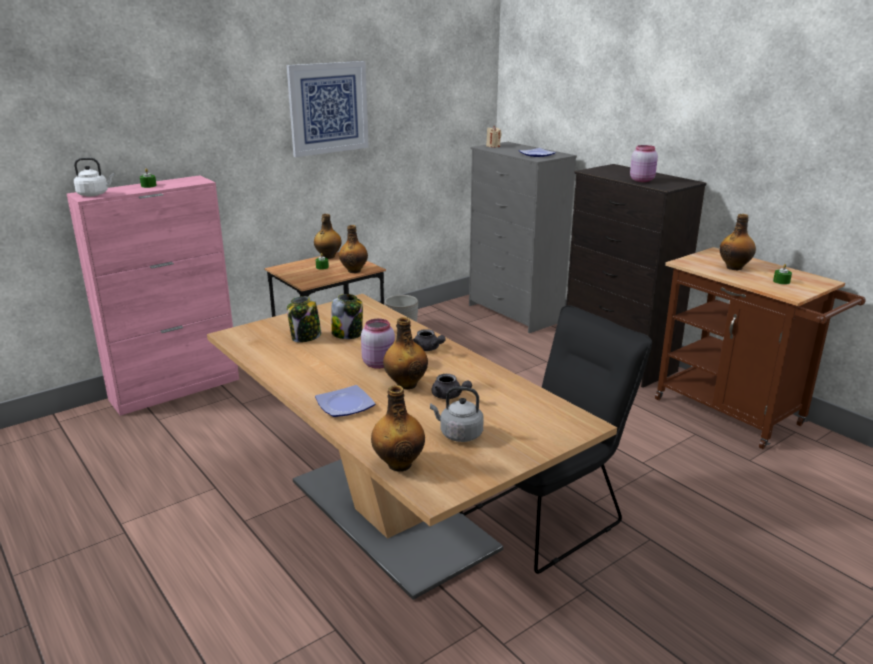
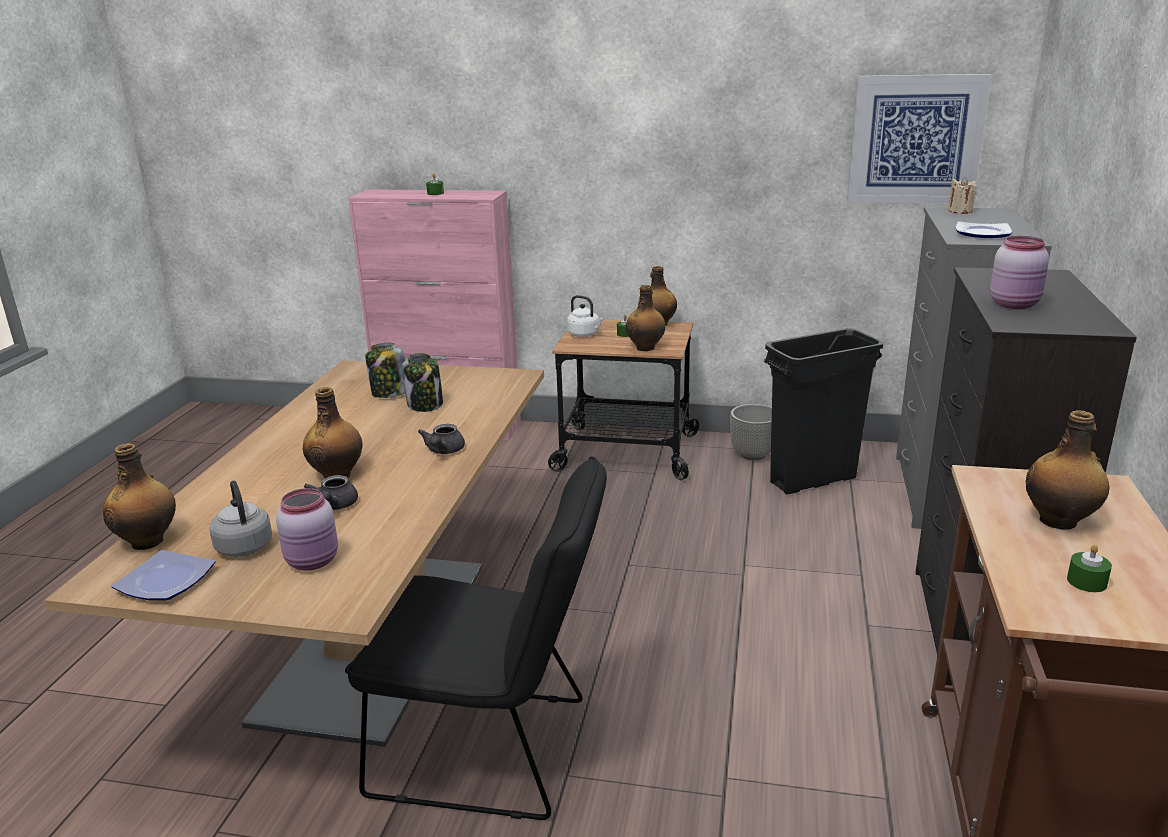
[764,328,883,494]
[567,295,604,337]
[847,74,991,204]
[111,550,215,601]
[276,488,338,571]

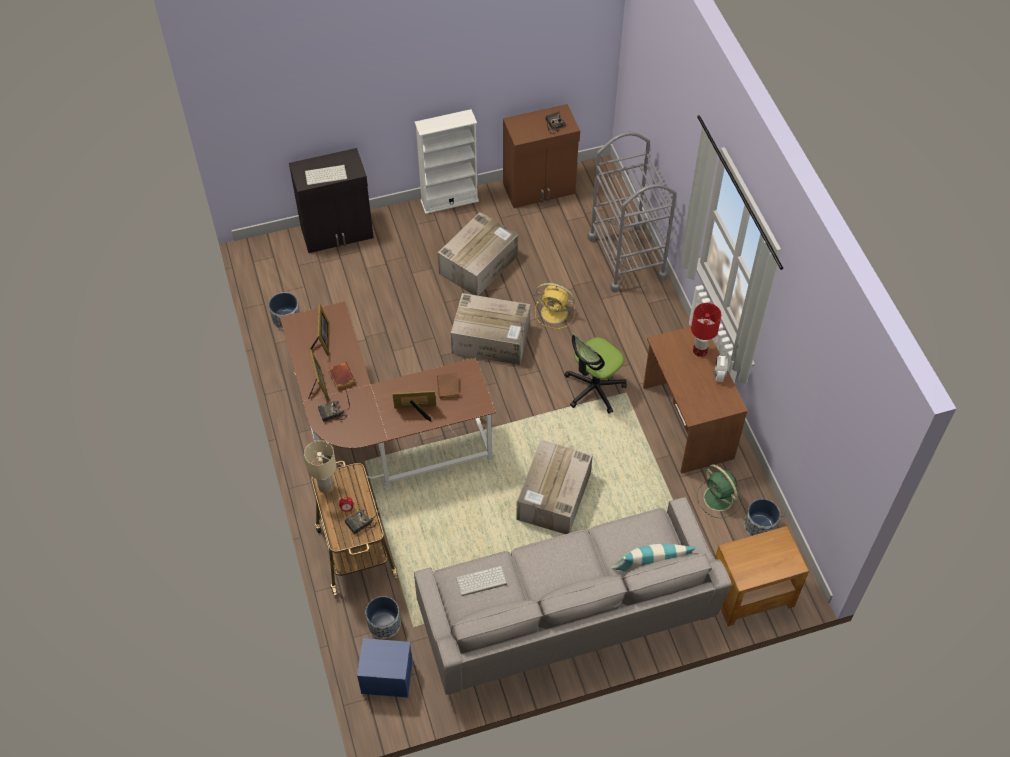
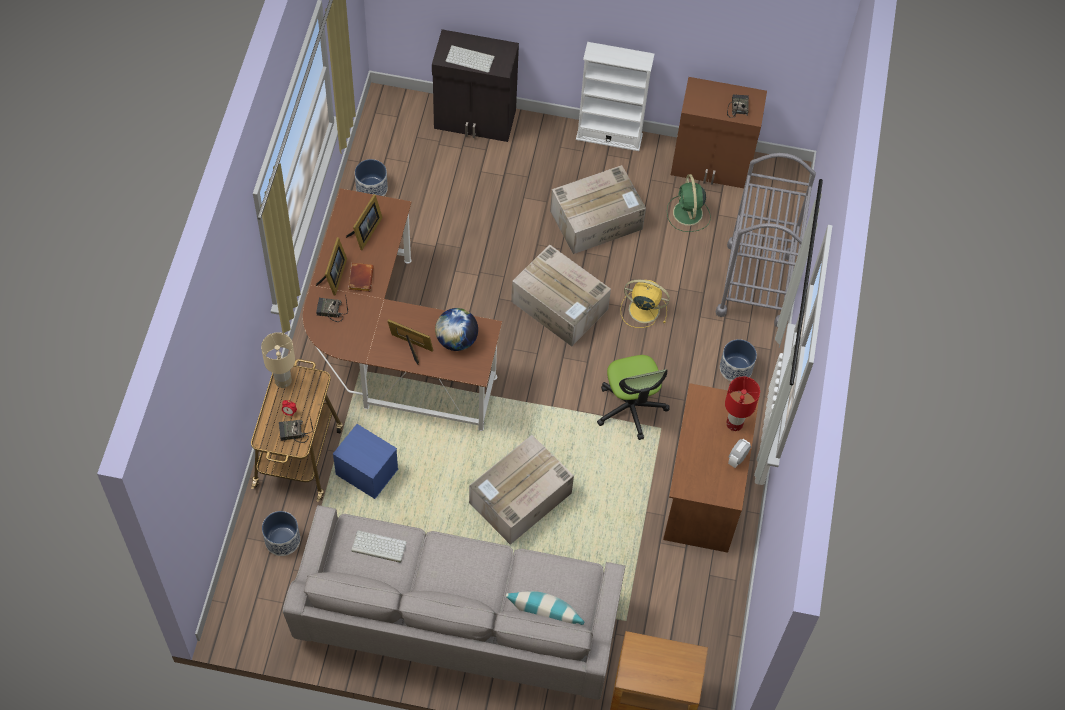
[333,424,398,499]
[667,174,711,232]
[720,339,757,381]
[435,308,478,351]
[620,280,670,328]
[597,355,669,440]

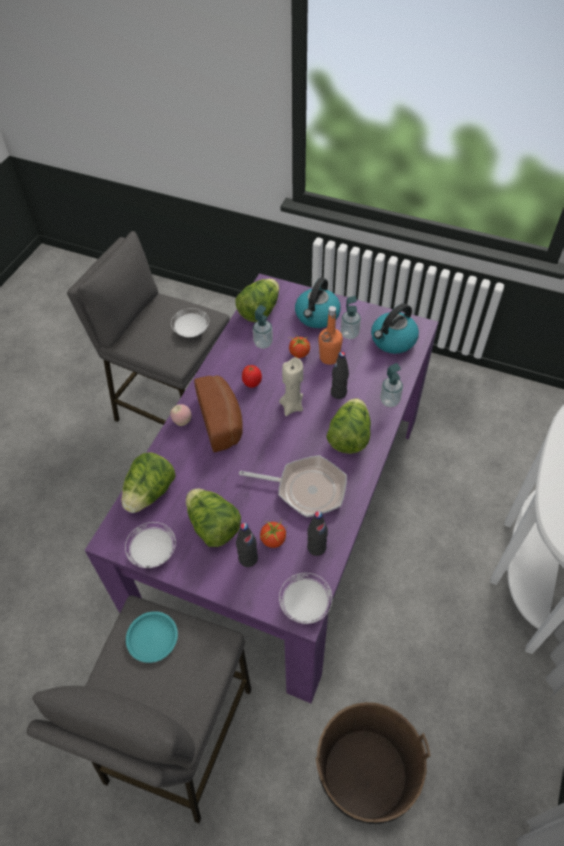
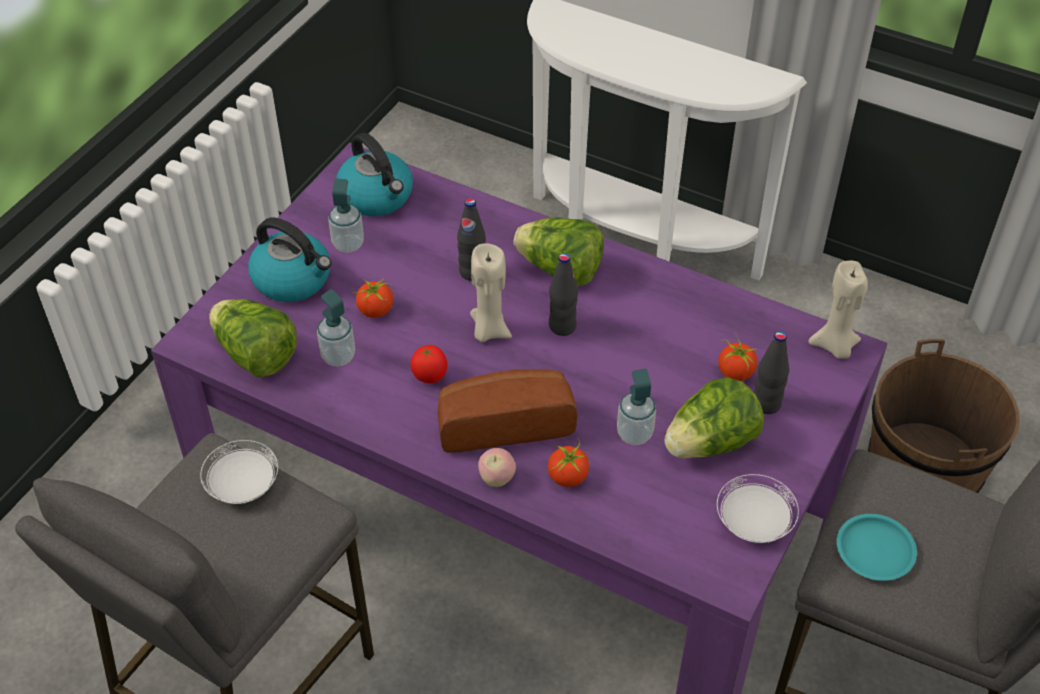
[122,453,176,513] (first image)
[239,455,347,517] (first image)
[318,306,343,365] (first image)
[548,438,592,487]
[549,253,578,336]
[617,368,656,445]
[809,261,868,359]

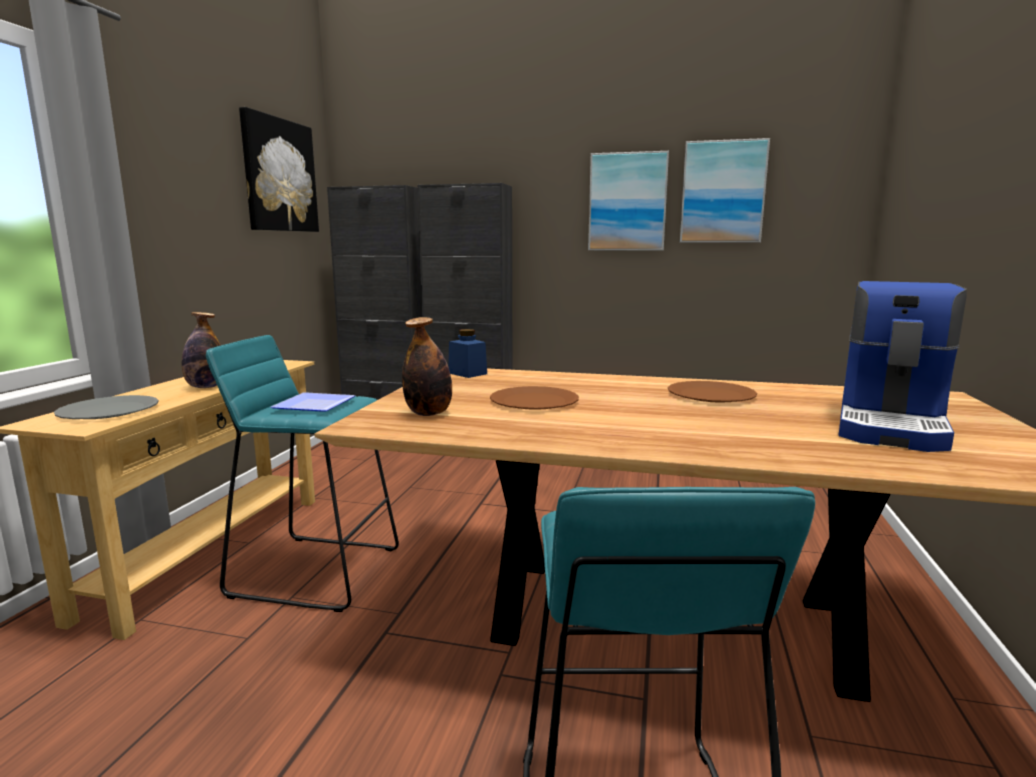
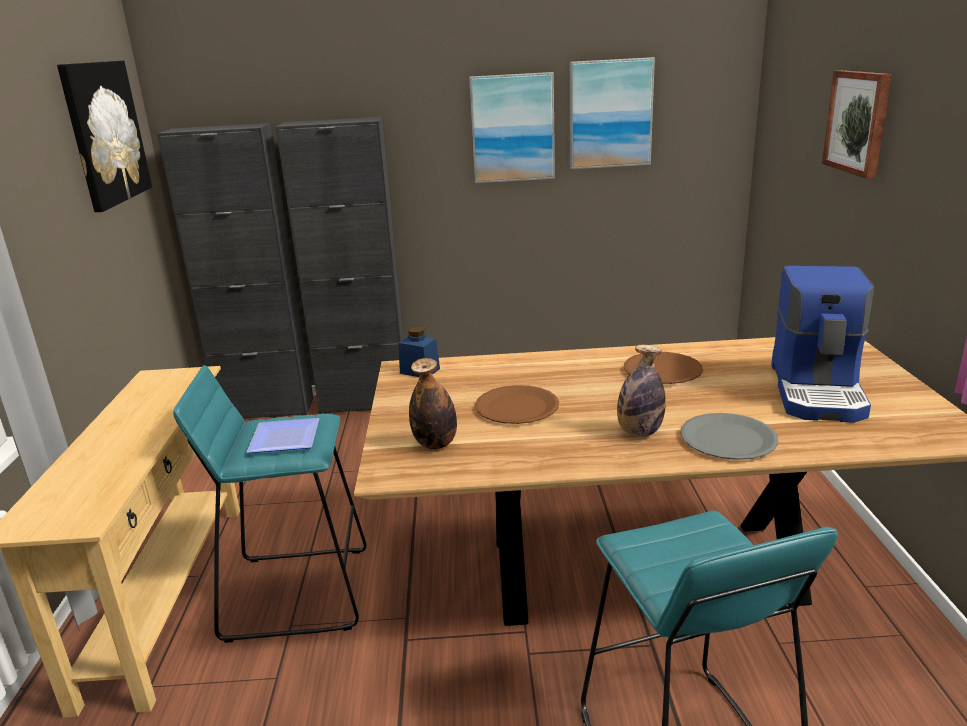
[822,70,892,179]
[680,413,779,460]
[617,345,666,437]

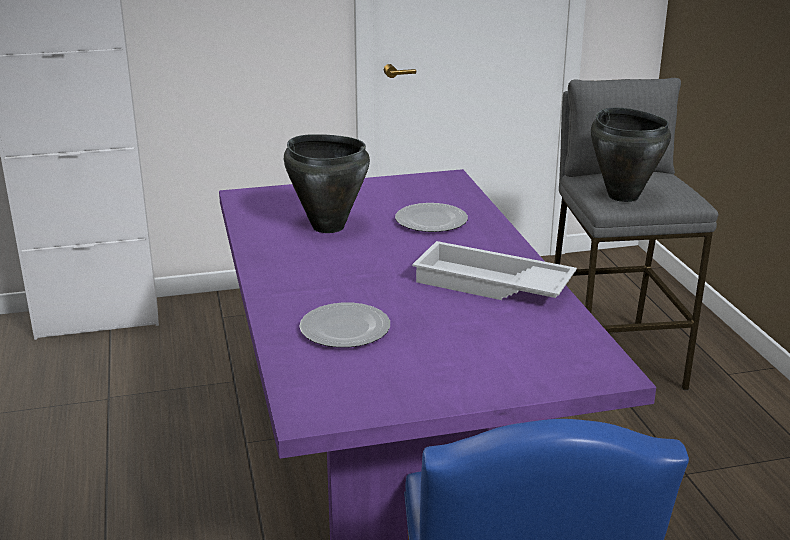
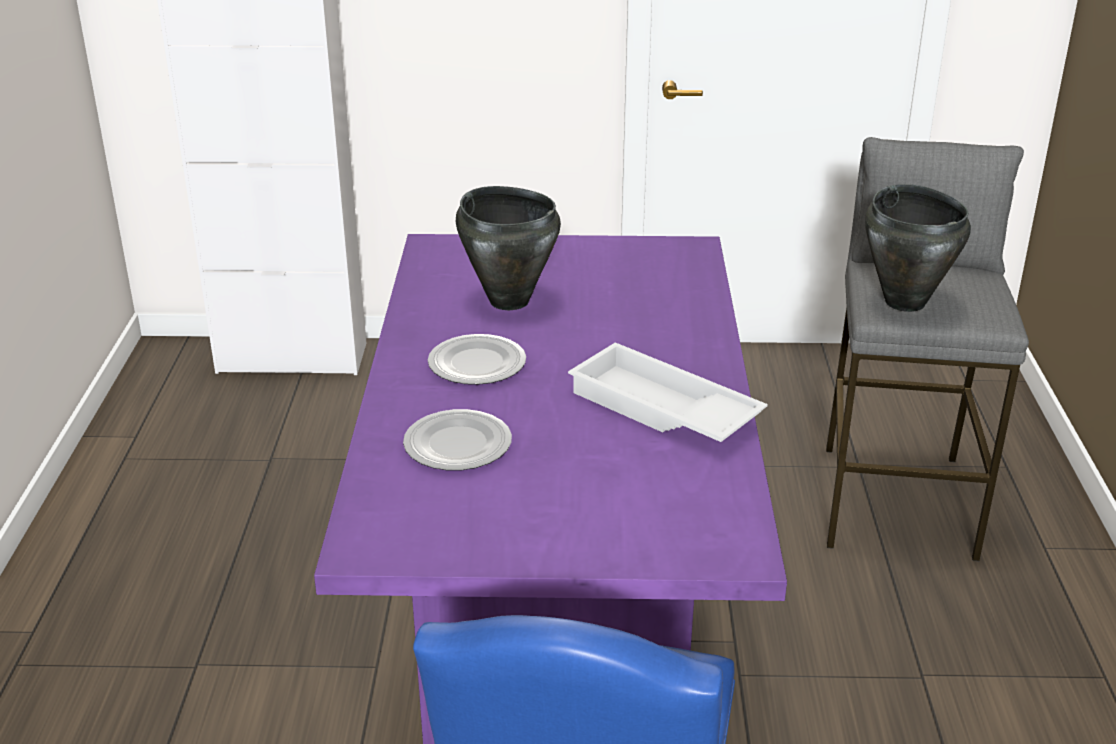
[428,334,526,385]

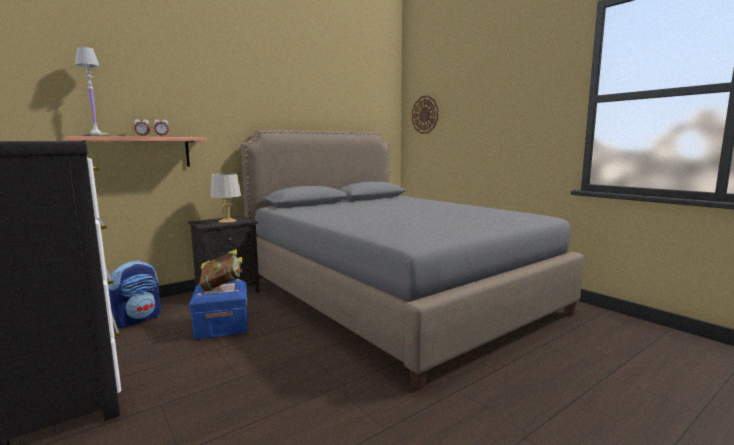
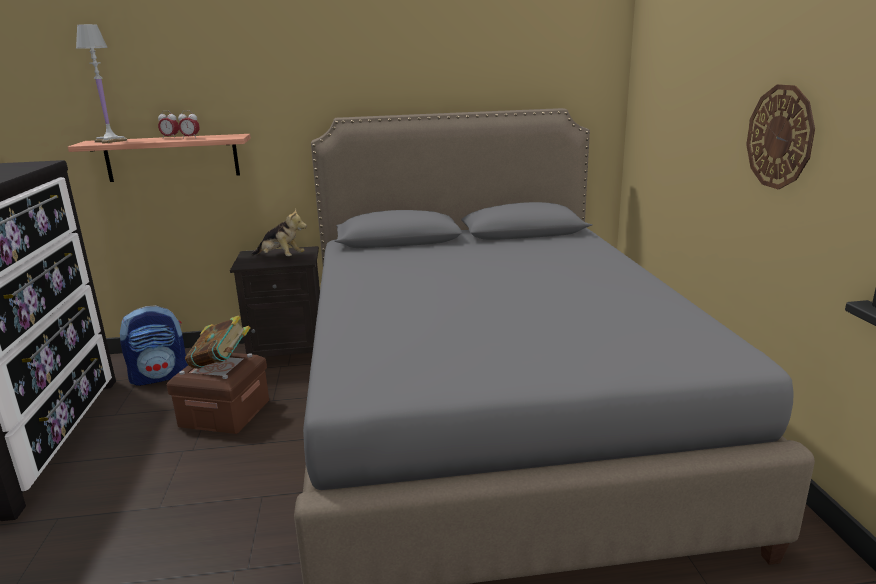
[746,84,815,189]
[252,209,307,256]
[167,353,269,434]

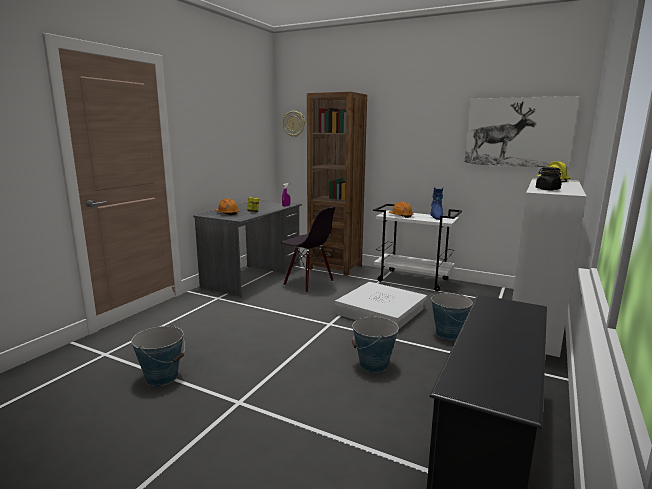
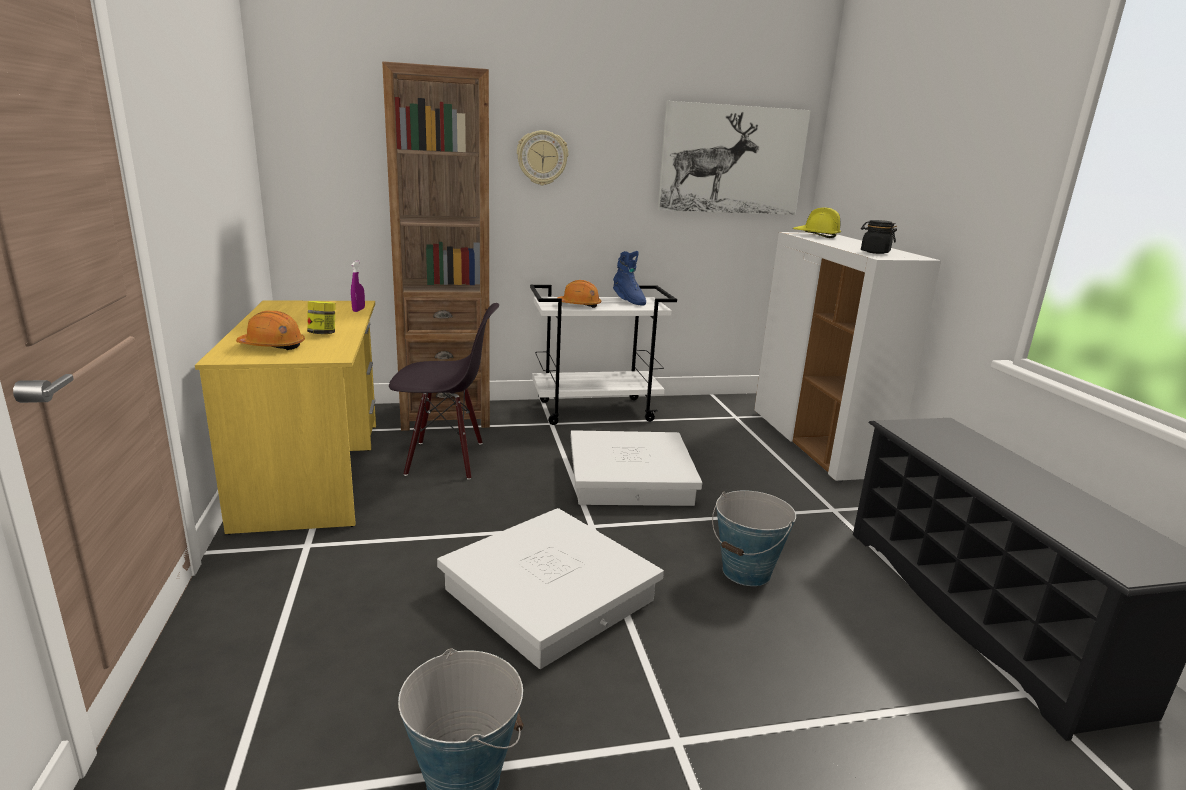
[431,293,473,340] (first image)
[437,508,664,669]
[517,130,568,185]
[195,301,376,535]

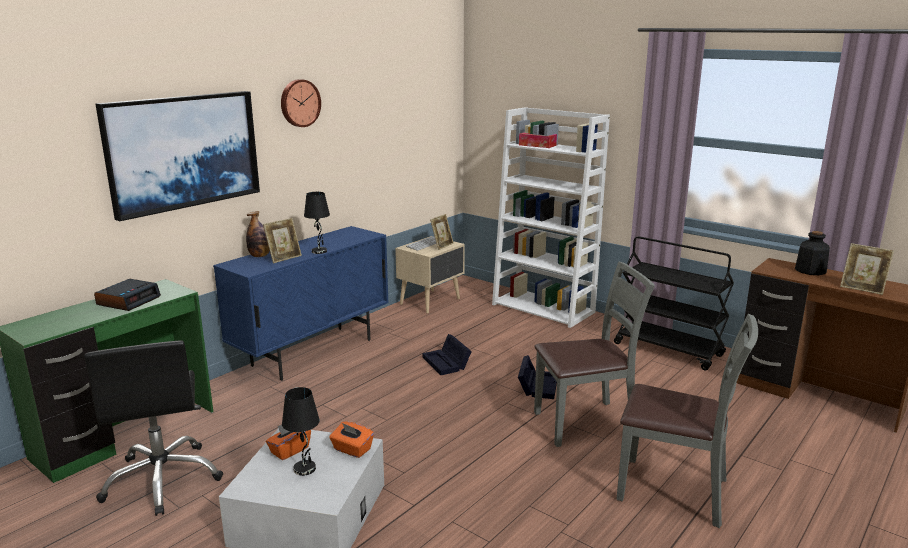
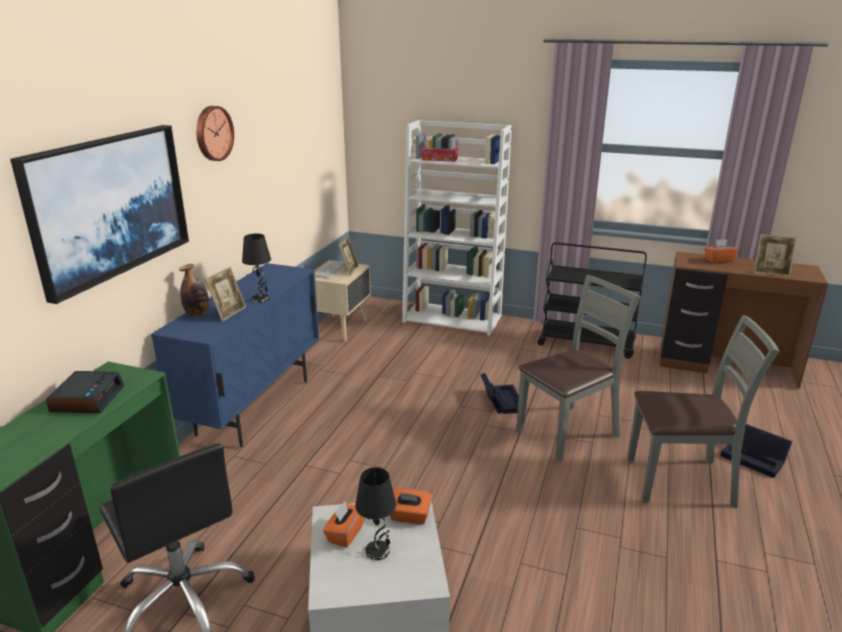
[720,424,793,478]
[704,239,738,263]

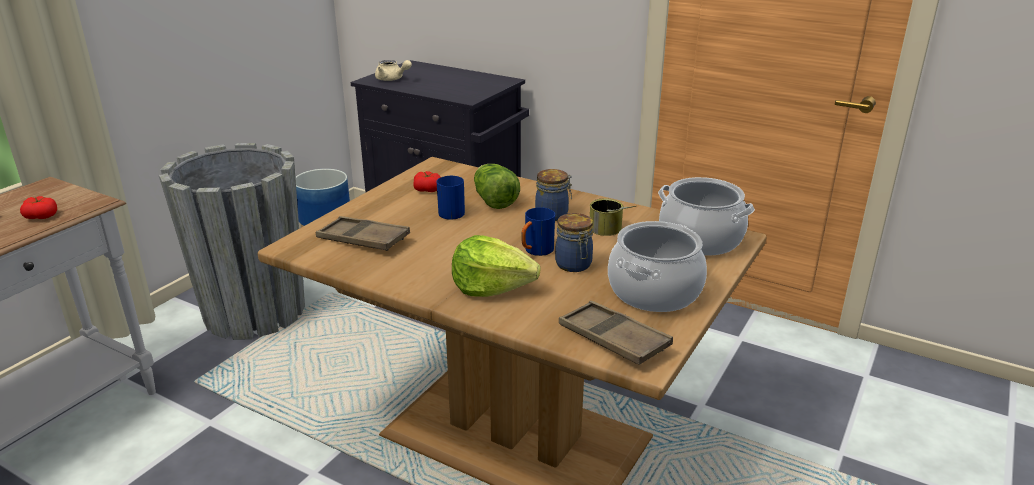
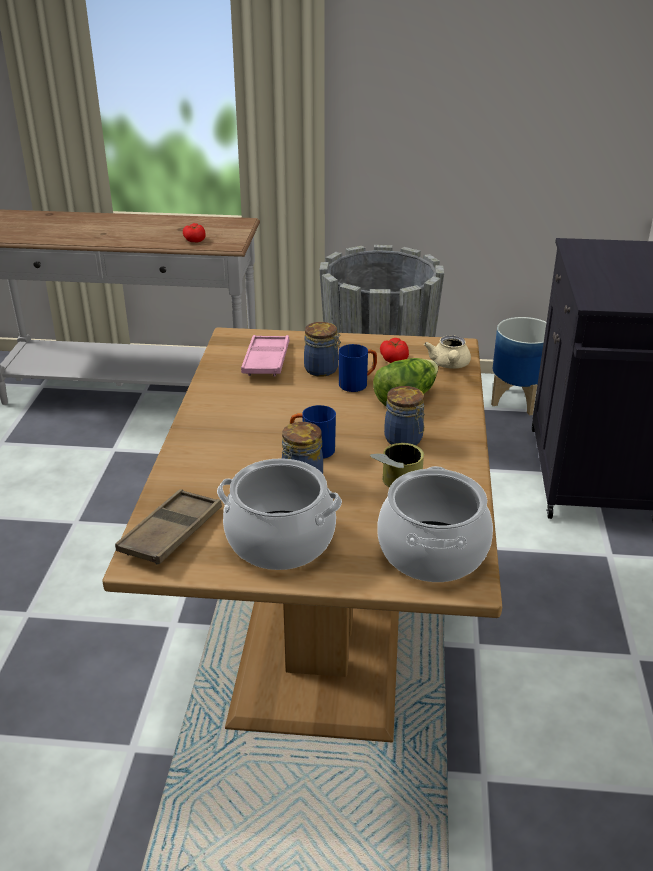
[452,235,540,297] (first image)
[304,322,341,377]
[424,335,471,369]
[241,335,290,376]

